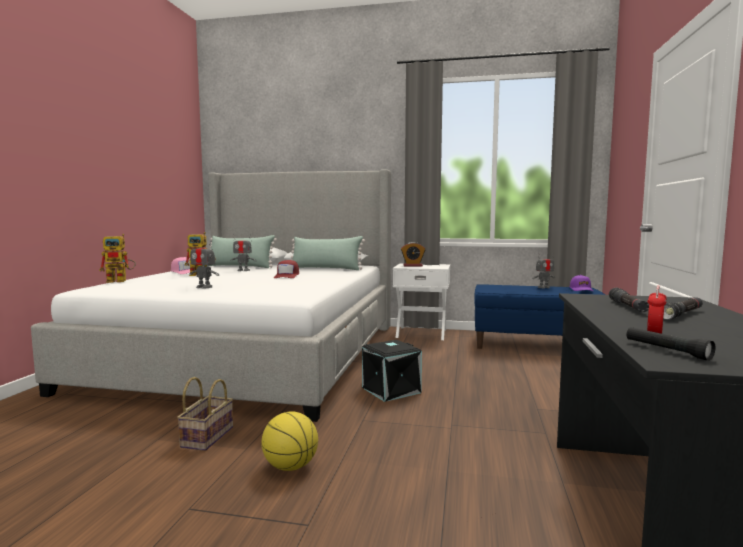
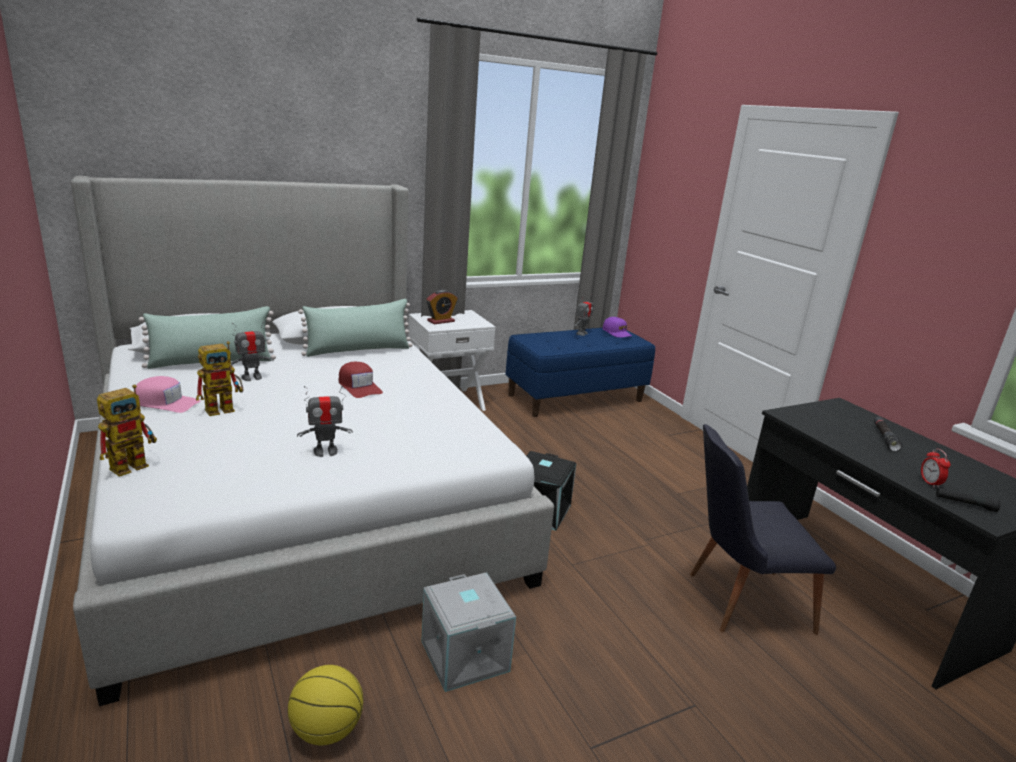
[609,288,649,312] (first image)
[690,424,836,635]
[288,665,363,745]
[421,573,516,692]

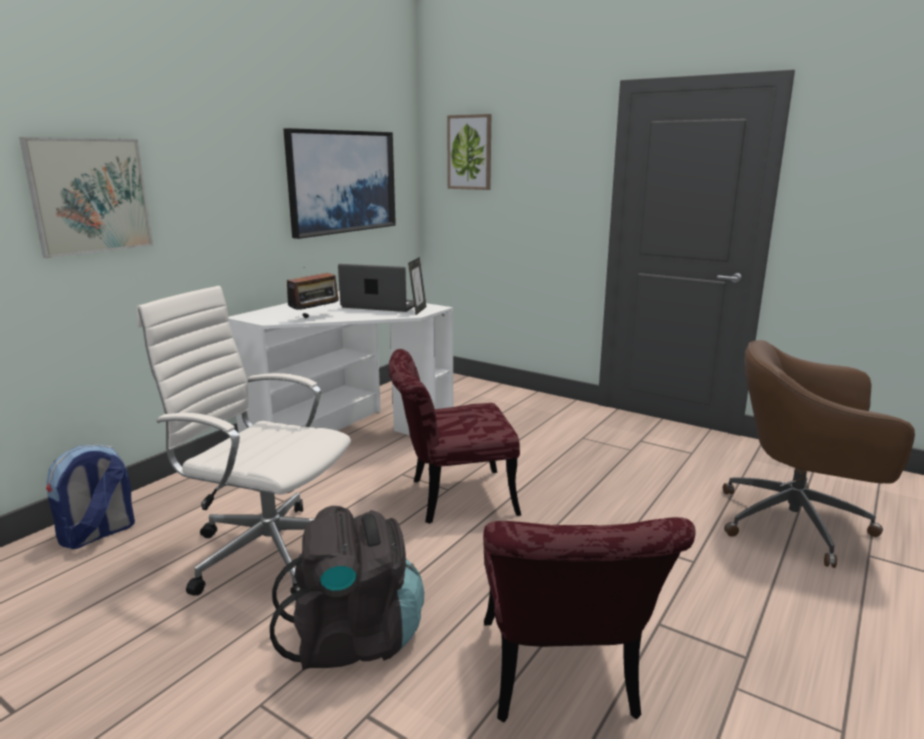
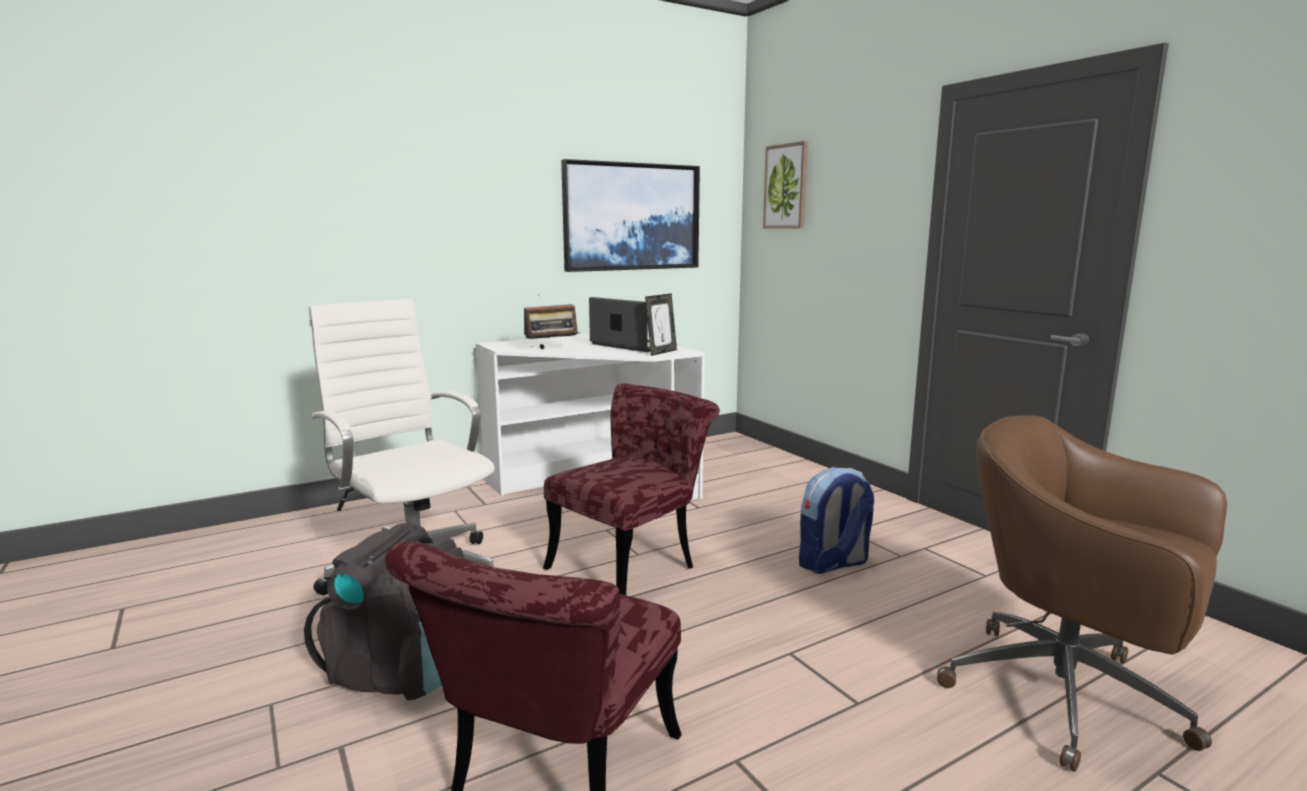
[19,137,153,258] (first image)
[799,467,874,574]
[543,383,720,595]

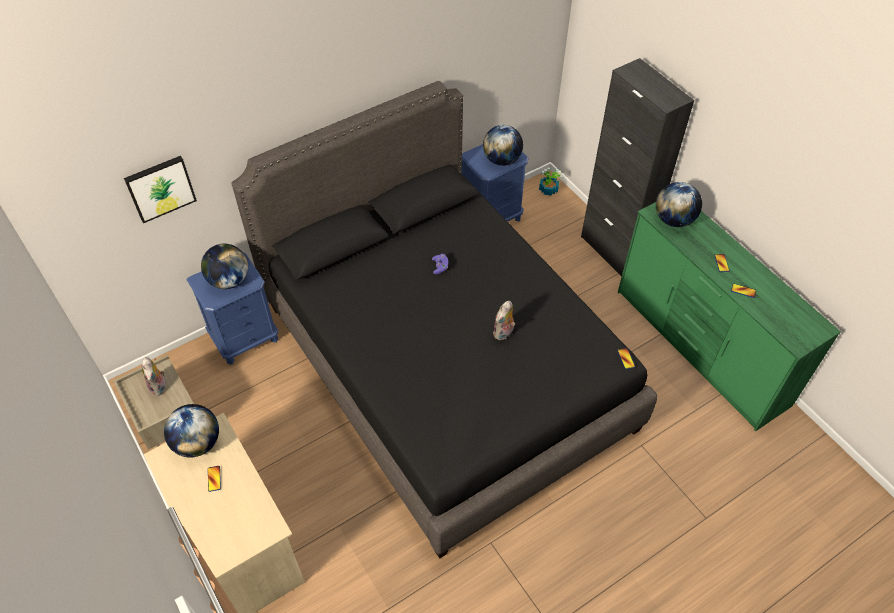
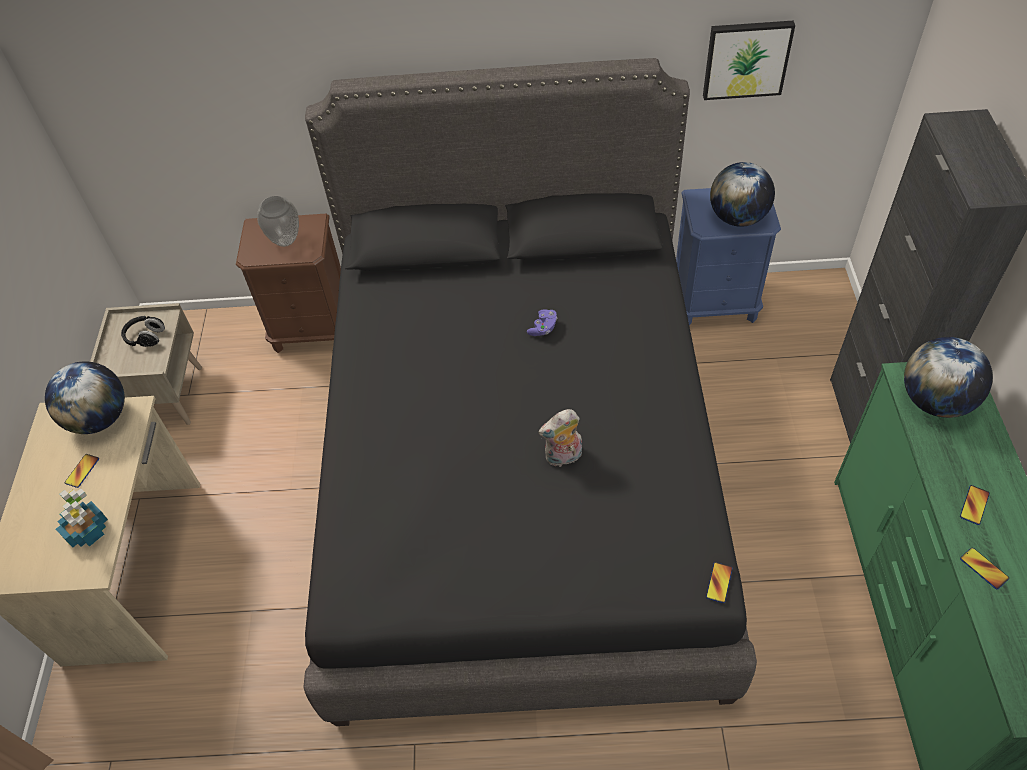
[703,21,795,100]
[56,489,108,548]
[121,316,165,347]
[257,196,299,247]
[236,214,341,353]

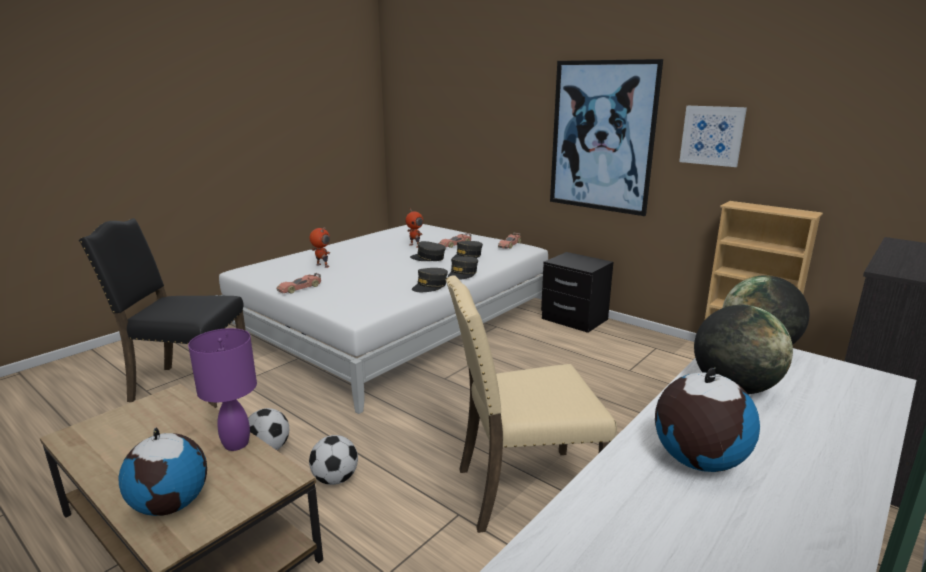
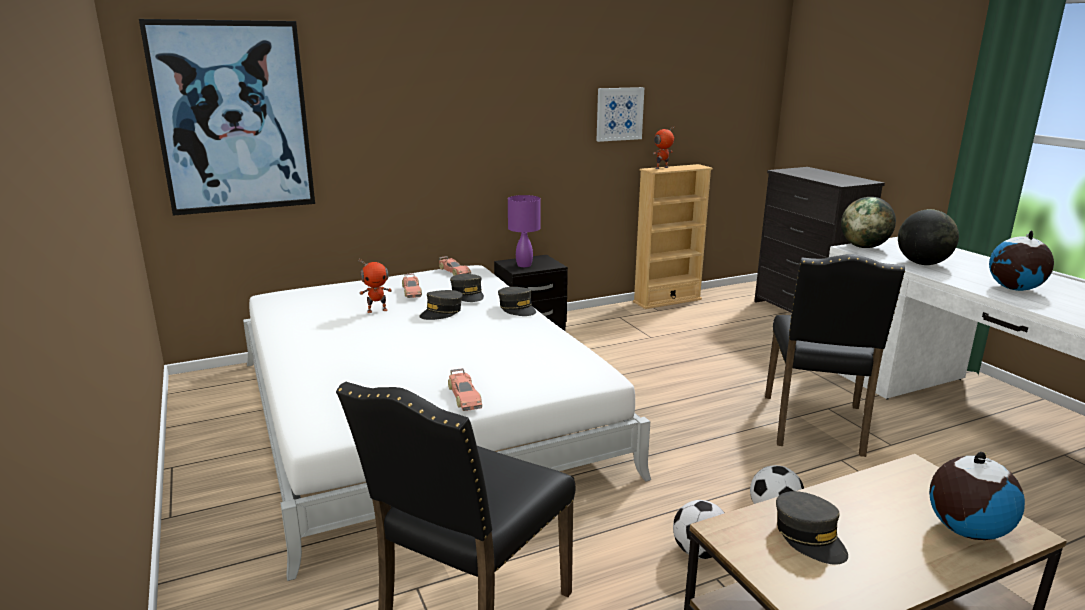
[508,195,541,267]
[653,126,674,169]
[776,491,848,565]
[139,19,315,216]
[765,254,905,457]

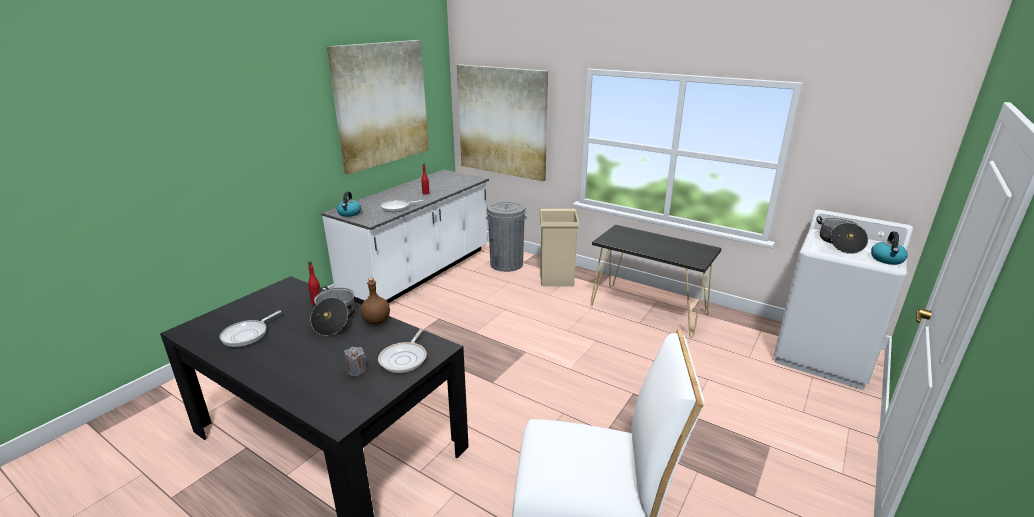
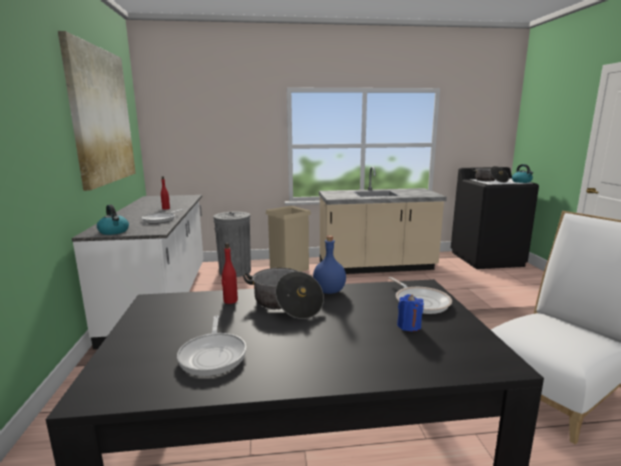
[457,65,548,181] (first image)
[319,167,447,274]
[397,294,424,332]
[313,235,346,294]
[451,167,539,269]

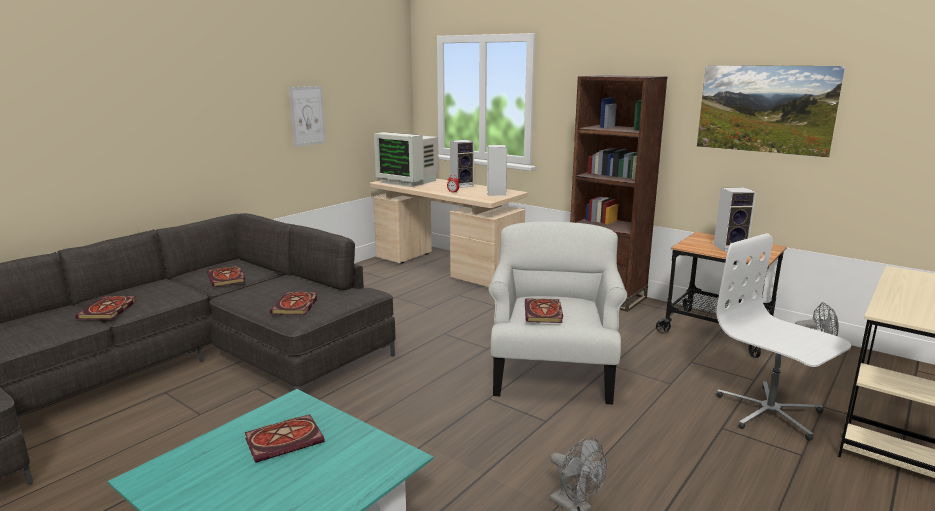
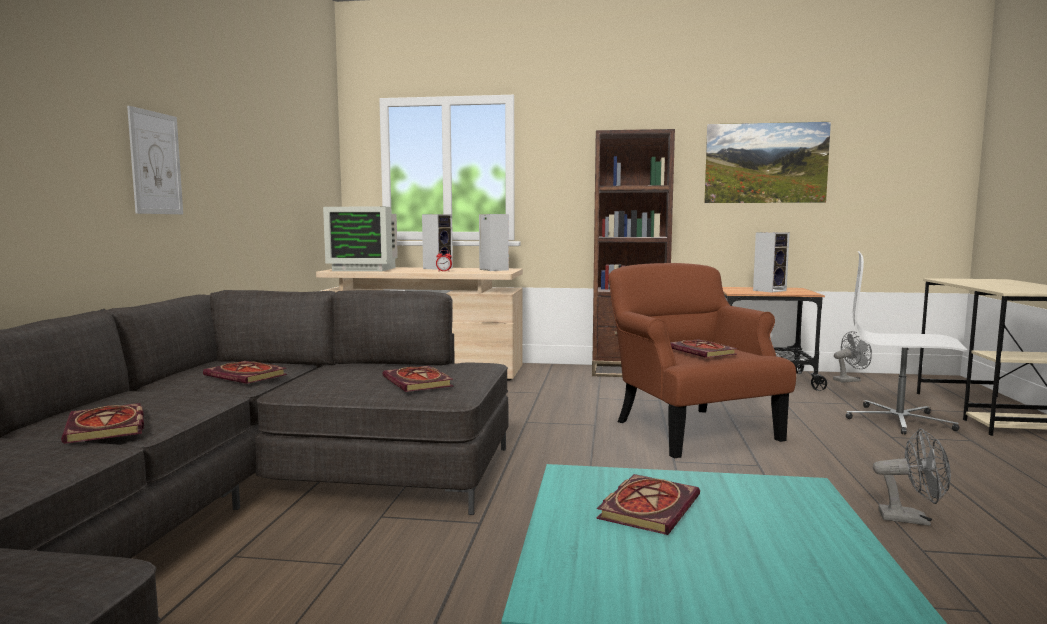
[127,106,183,214]
[609,263,796,459]

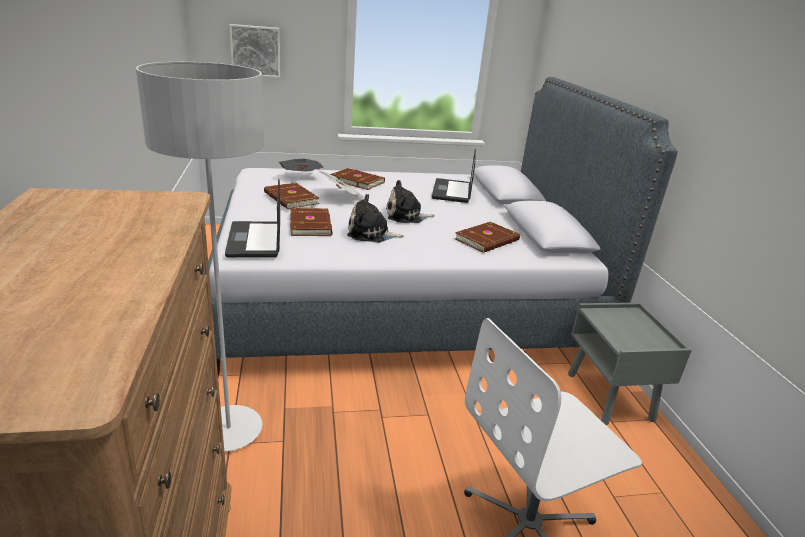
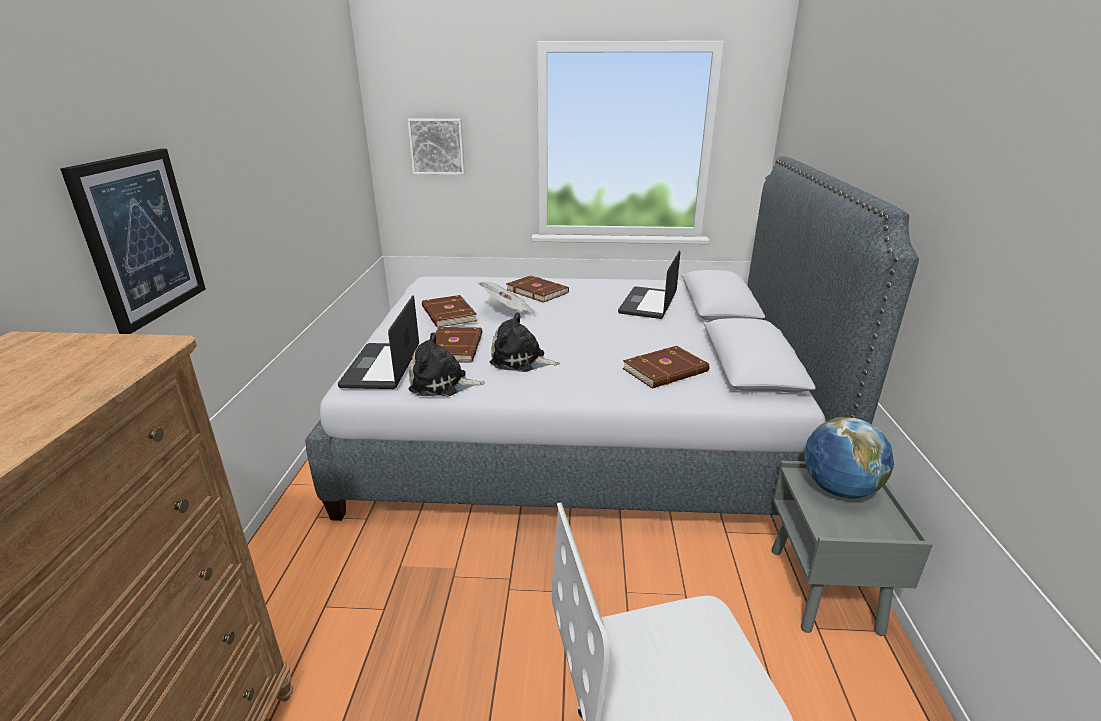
[136,62,264,452] (first image)
[278,159,323,171] (first image)
[60,149,206,334]
[804,417,894,499]
[409,332,485,397]

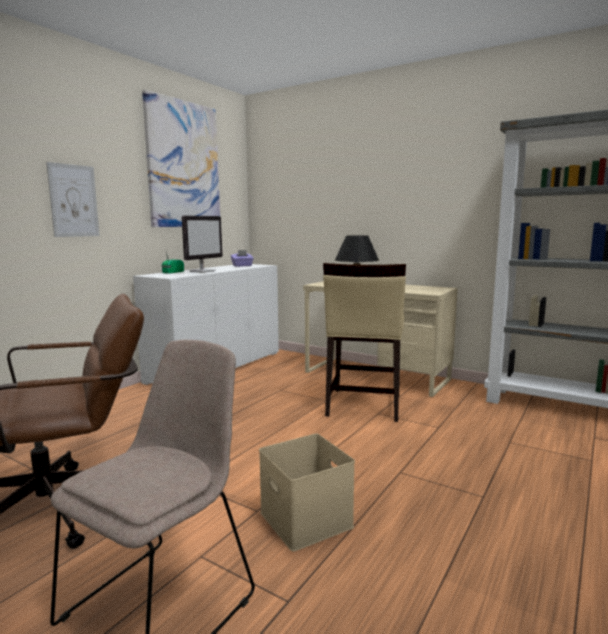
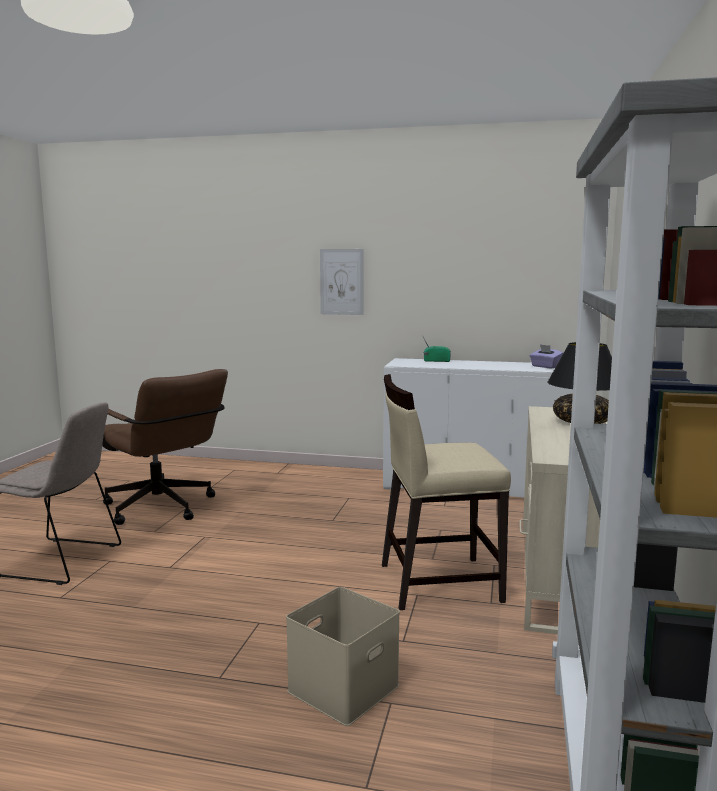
[142,90,220,227] (first image)
[182,216,222,273] (first image)
[286,587,400,726]

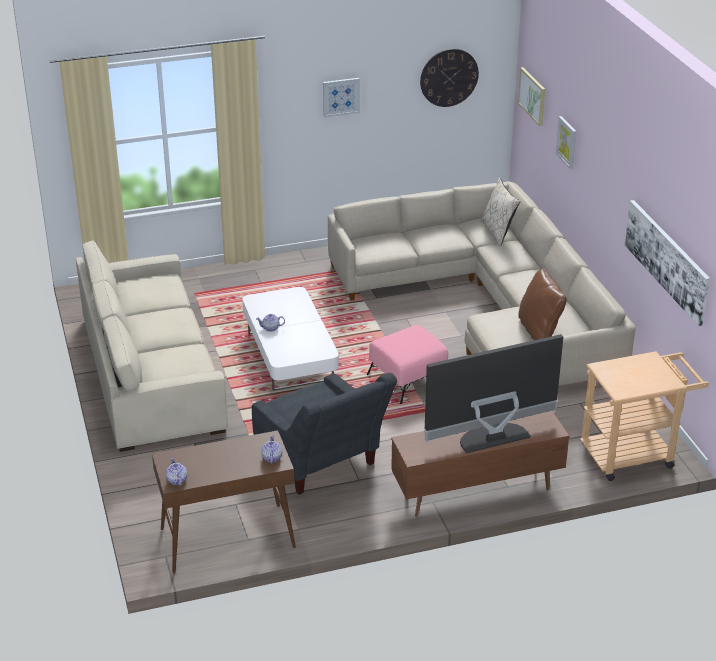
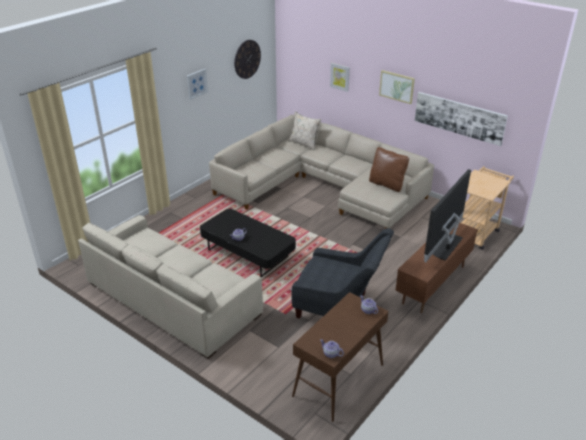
[367,325,448,404] (first image)
[379,70,415,104]
[200,209,296,277]

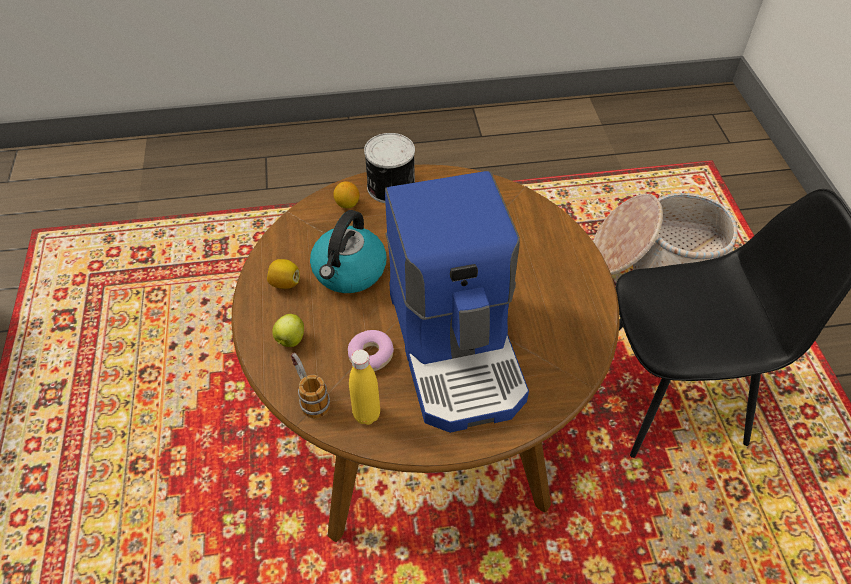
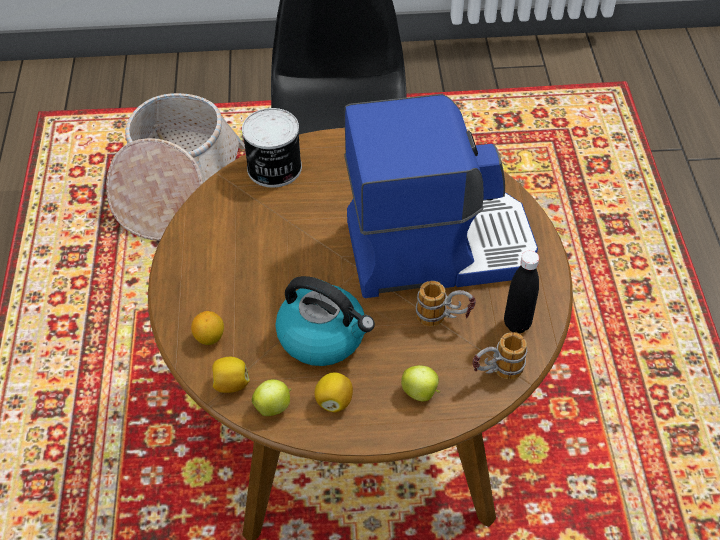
[212,357,250,393]
[252,379,291,416]
[242,108,302,188]
[416,281,476,326]
[504,251,539,333]

